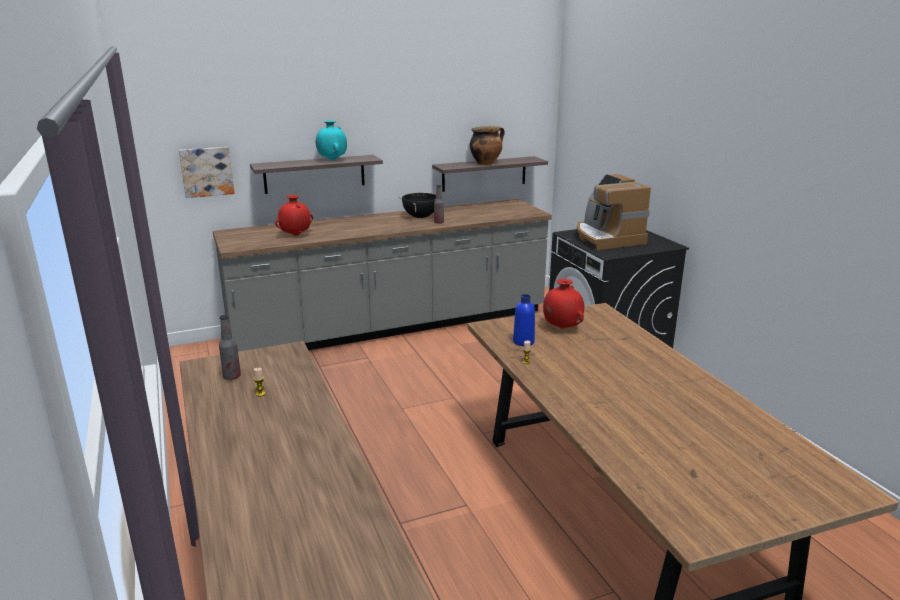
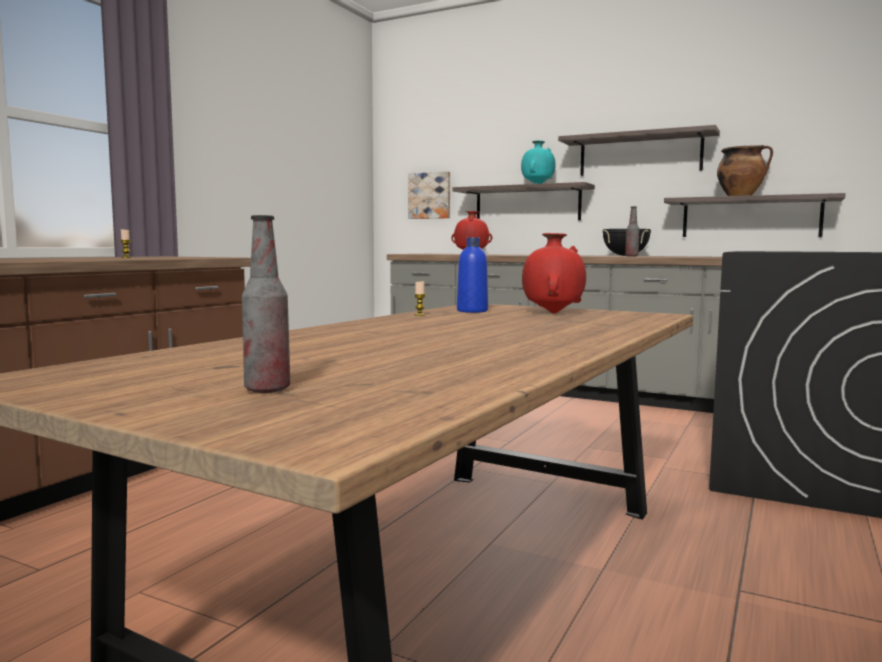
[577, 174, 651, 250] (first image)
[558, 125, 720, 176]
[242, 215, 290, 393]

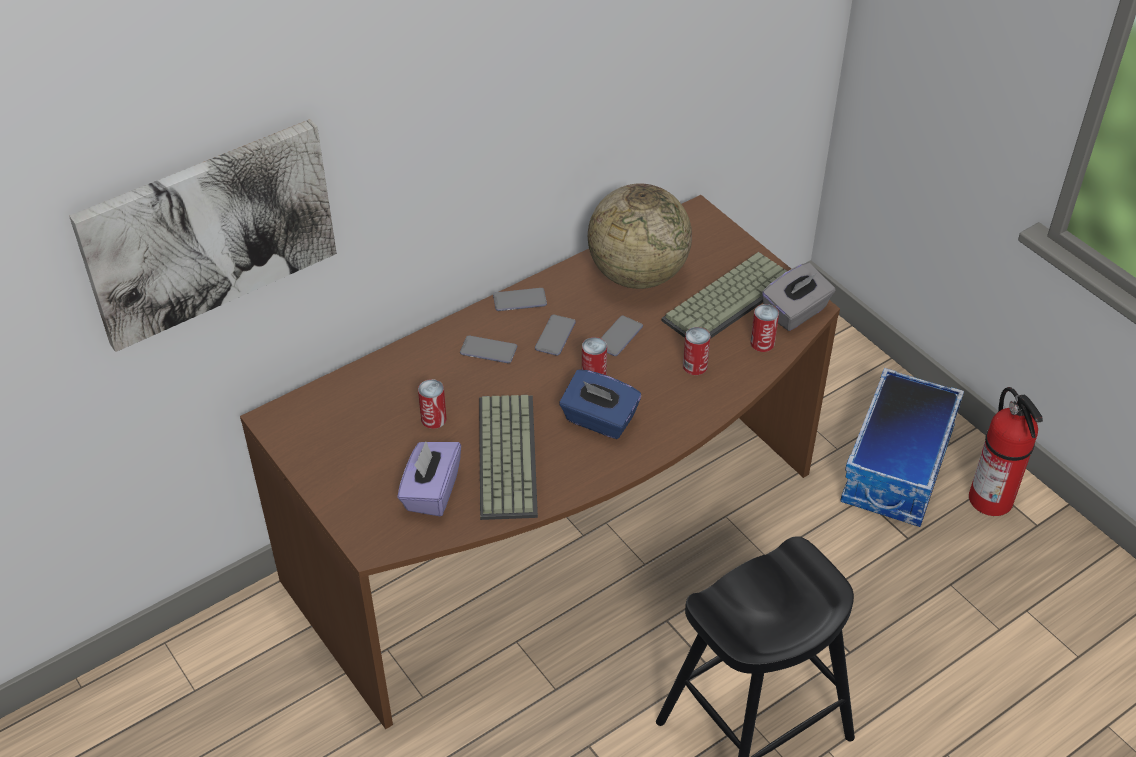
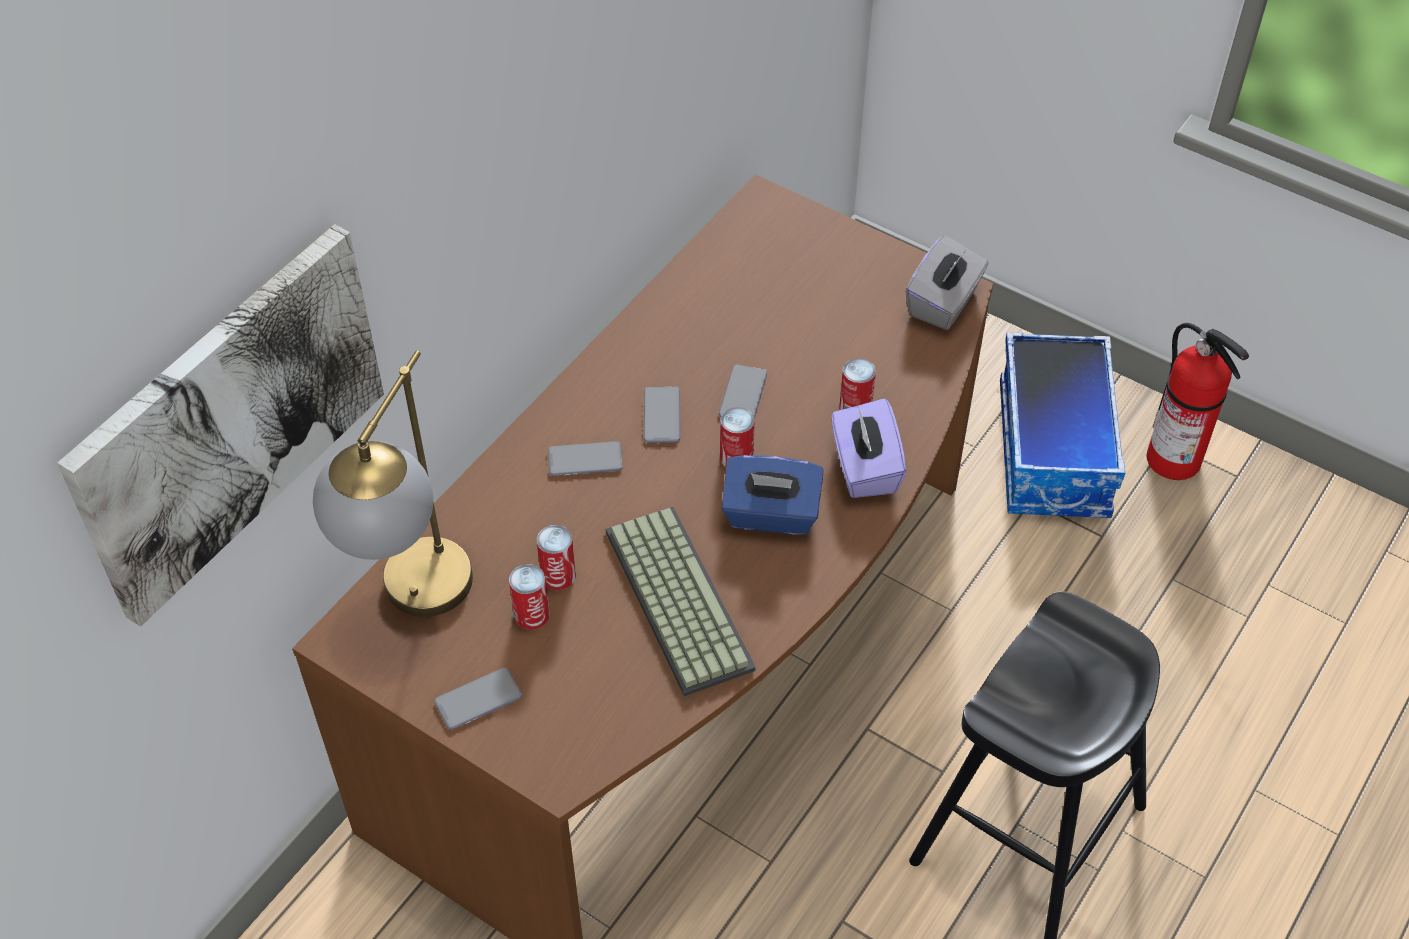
[588, 184, 692, 289] (first image)
[662, 252, 787, 339] (first image)
[313, 351, 473, 617]
[831, 398, 906, 498]
[434, 668, 522, 730]
[509, 564, 550, 630]

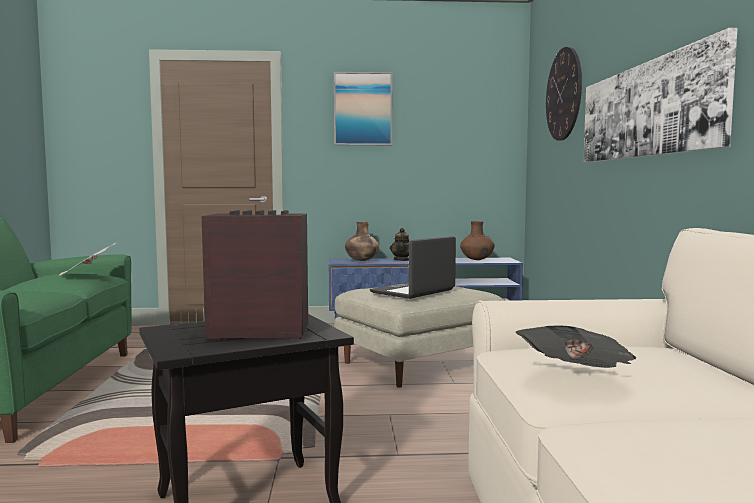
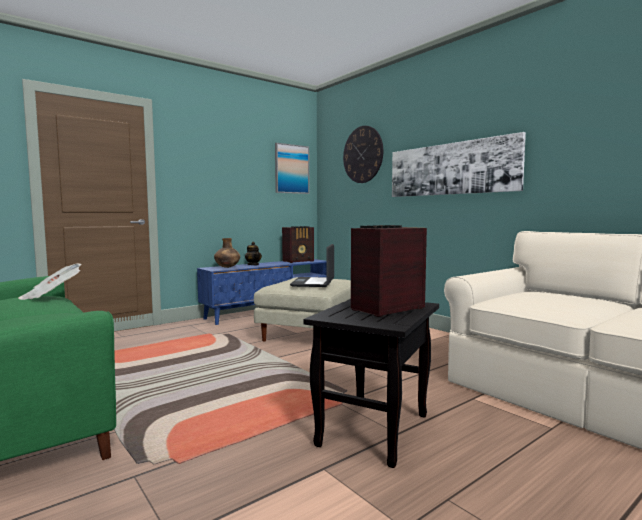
[516, 326, 636, 368] (first image)
[275, 143, 309, 194]
[282, 226, 314, 263]

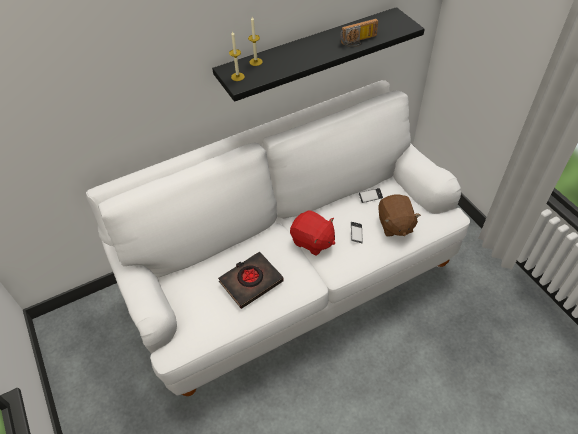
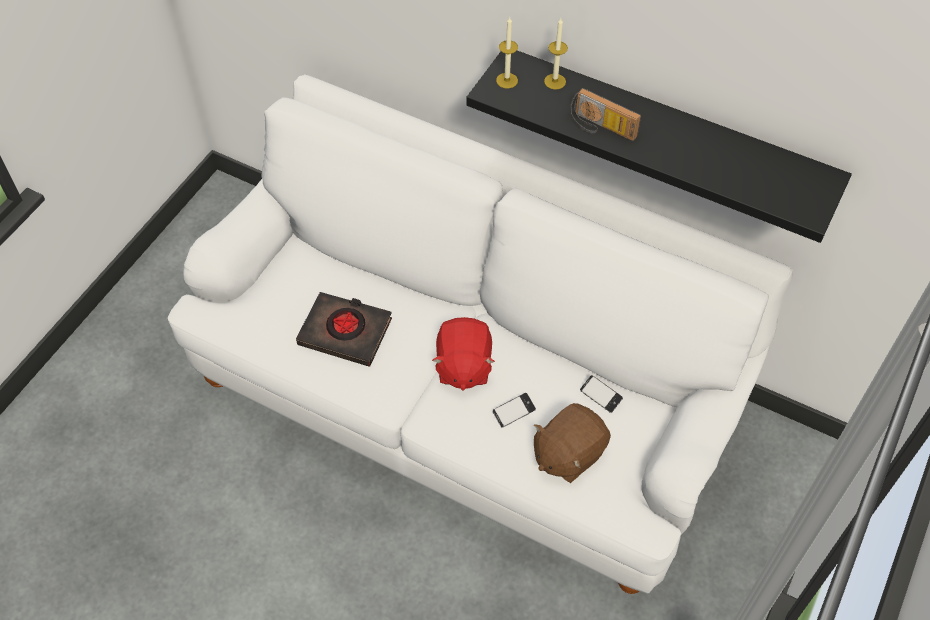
[570, 88, 641, 141]

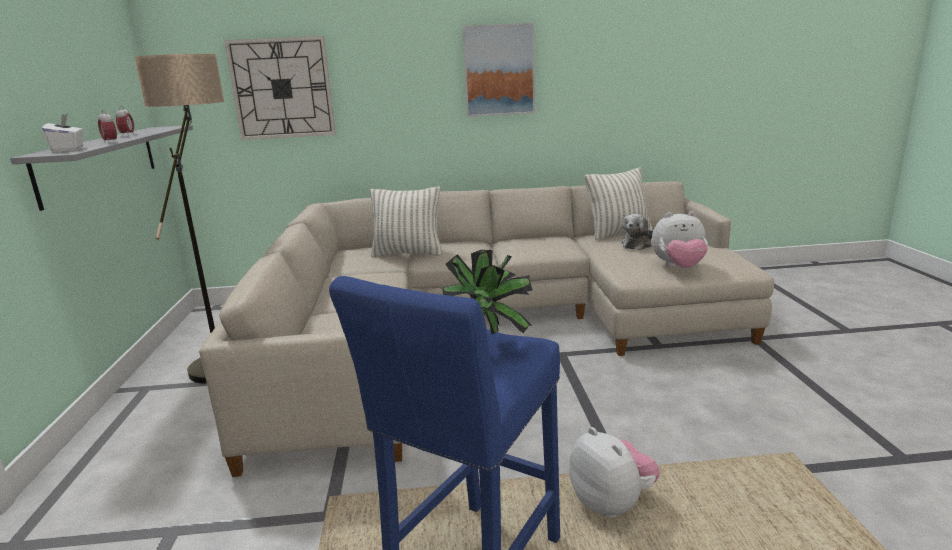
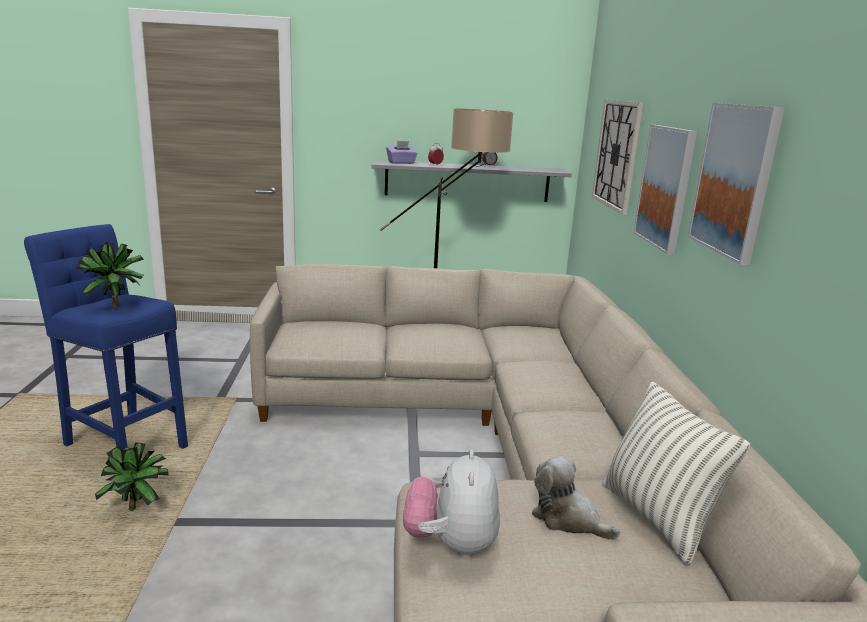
[370, 186, 442, 257] (first image)
[633, 125, 697, 255]
[95, 442, 169, 511]
[386, 141, 417, 164]

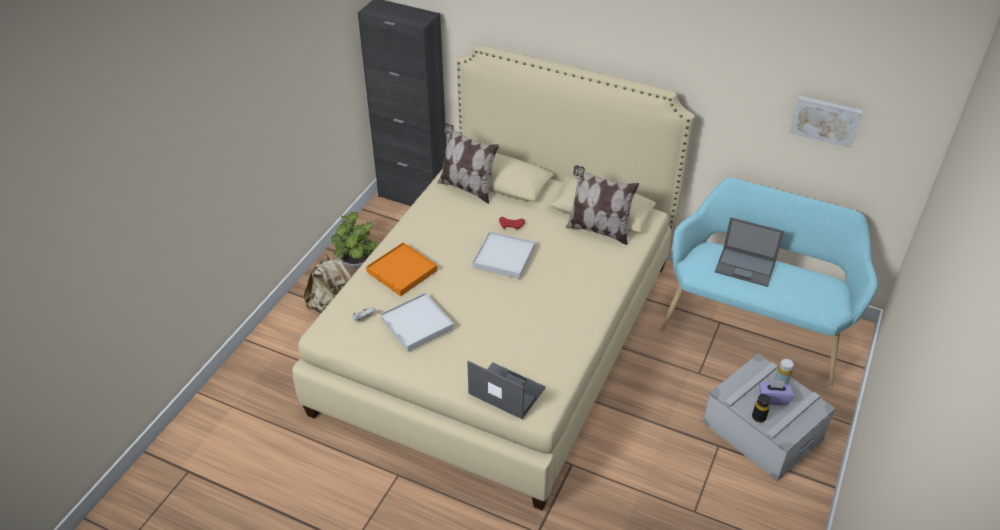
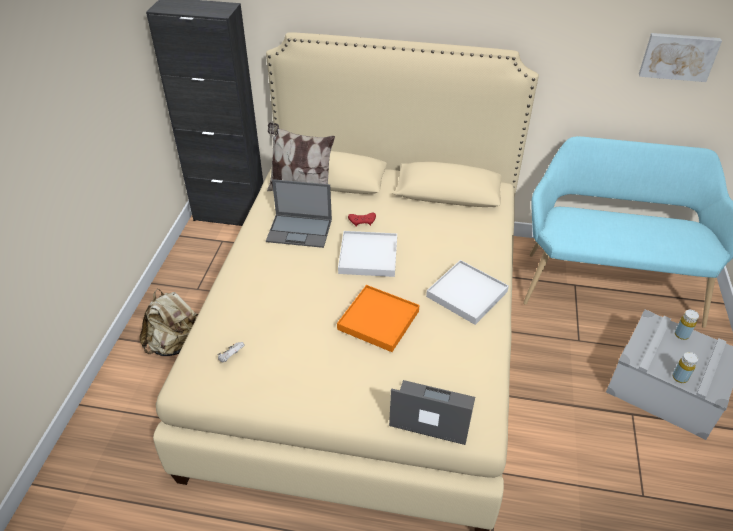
[331, 212, 380, 269] (first image)
[566, 165, 639, 245] (first image)
[759, 380, 794, 405] (first image)
[337, 285, 420, 352]
[426, 260, 509, 325]
[266, 179, 332, 248]
[672, 352, 698, 383]

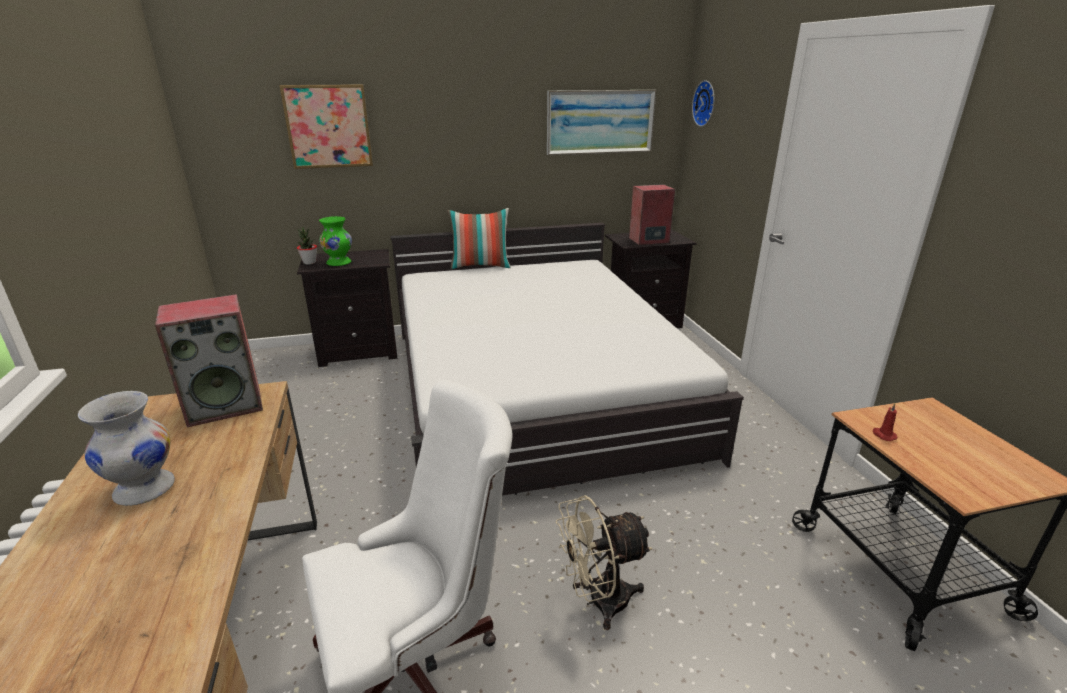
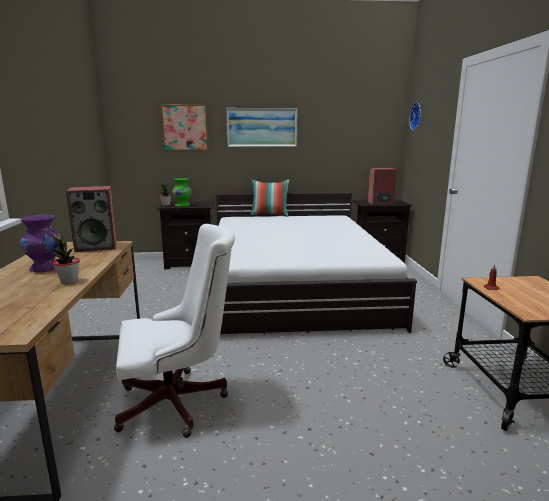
[556, 495, 652, 630] (first image)
[52, 235, 80, 284]
[226, 108, 298, 147]
[20, 215, 61, 272]

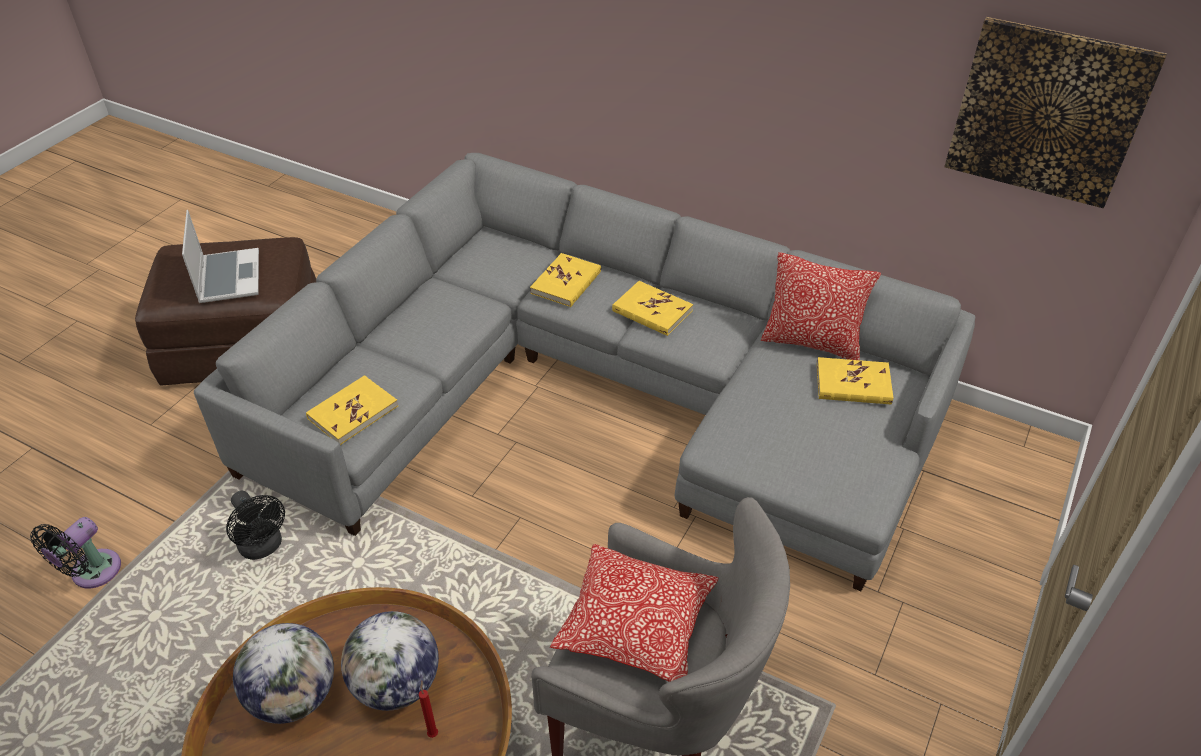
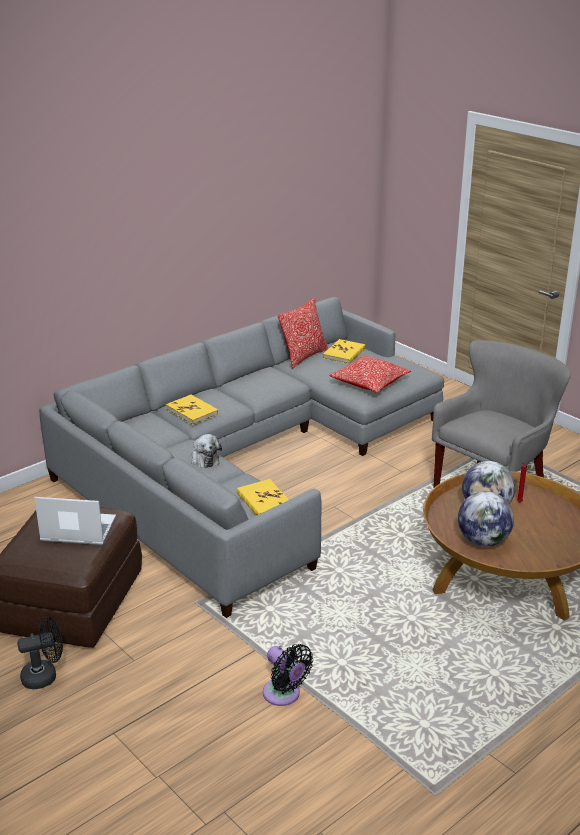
[612, 281, 693, 336] (first image)
[944, 17, 1167, 208] (first image)
[191, 434, 222, 468]
[17, 616, 63, 689]
[330, 355, 411, 393]

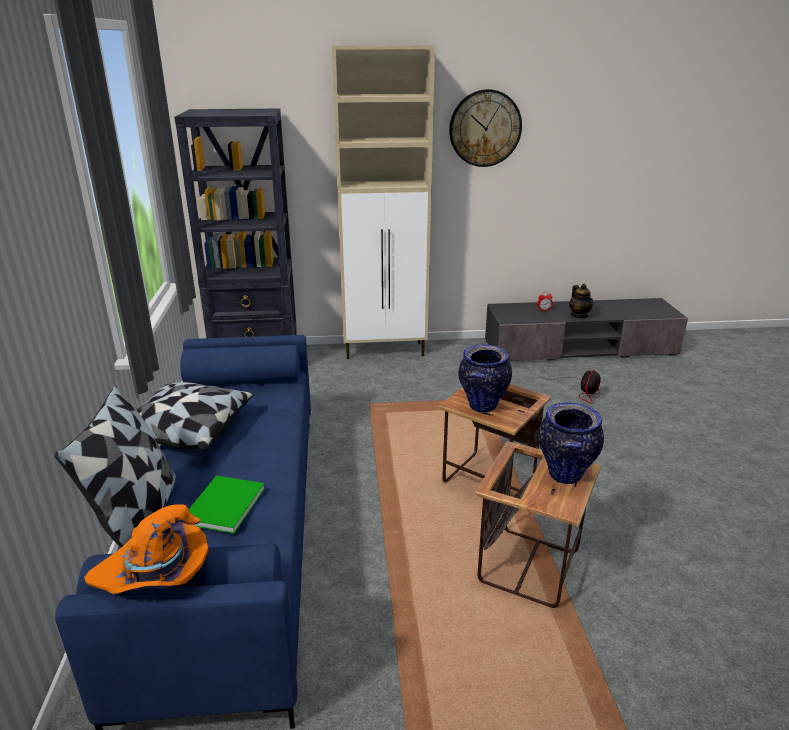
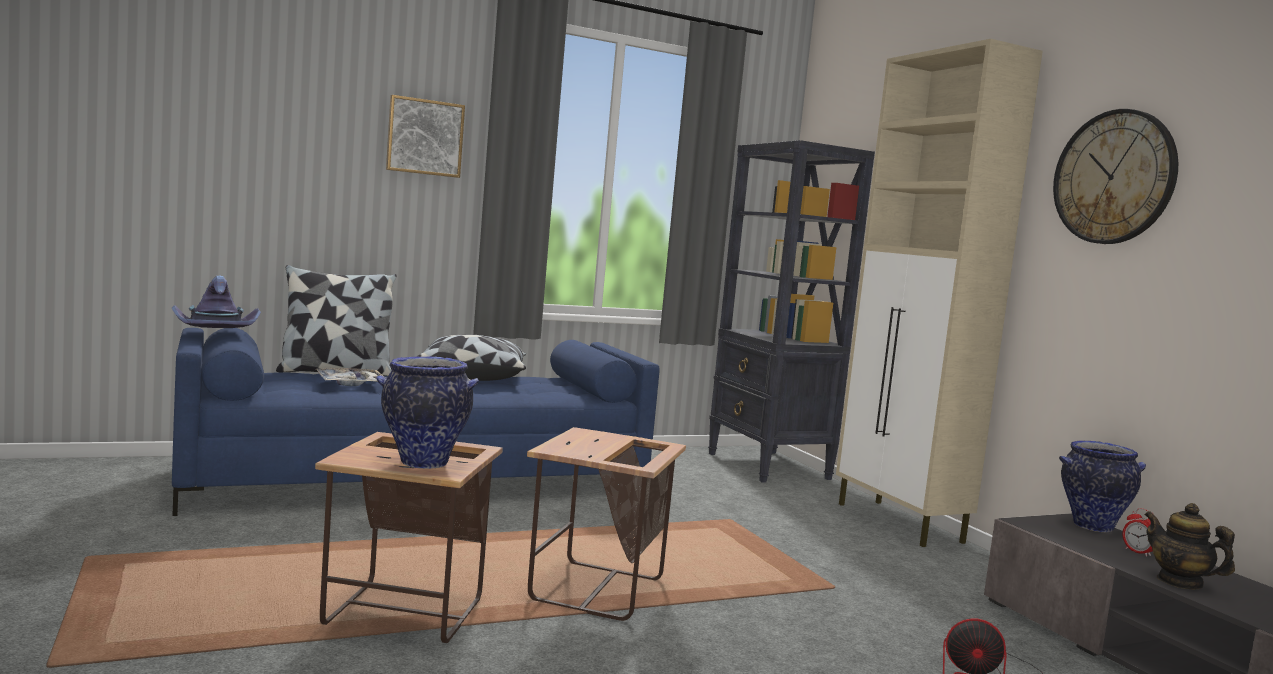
[386, 95, 465, 178]
[1059, 441, 1146, 532]
[315, 368, 383, 386]
[172, 275, 261, 328]
[1144, 503, 1235, 589]

